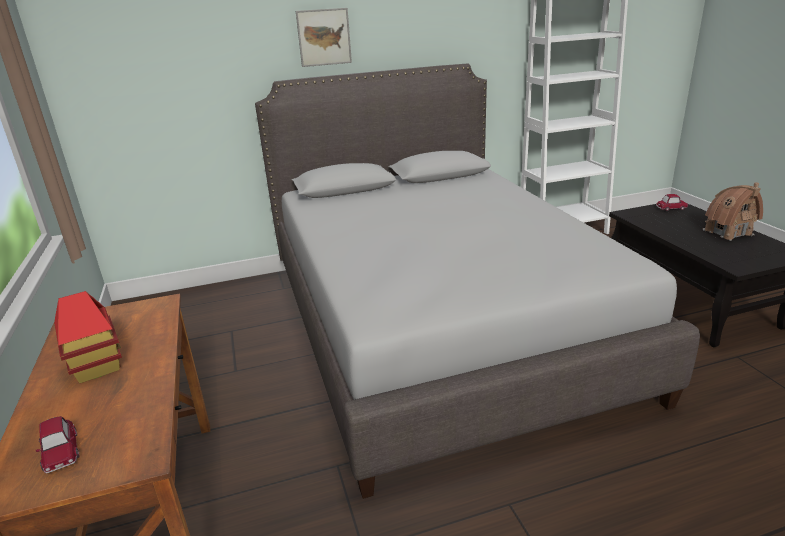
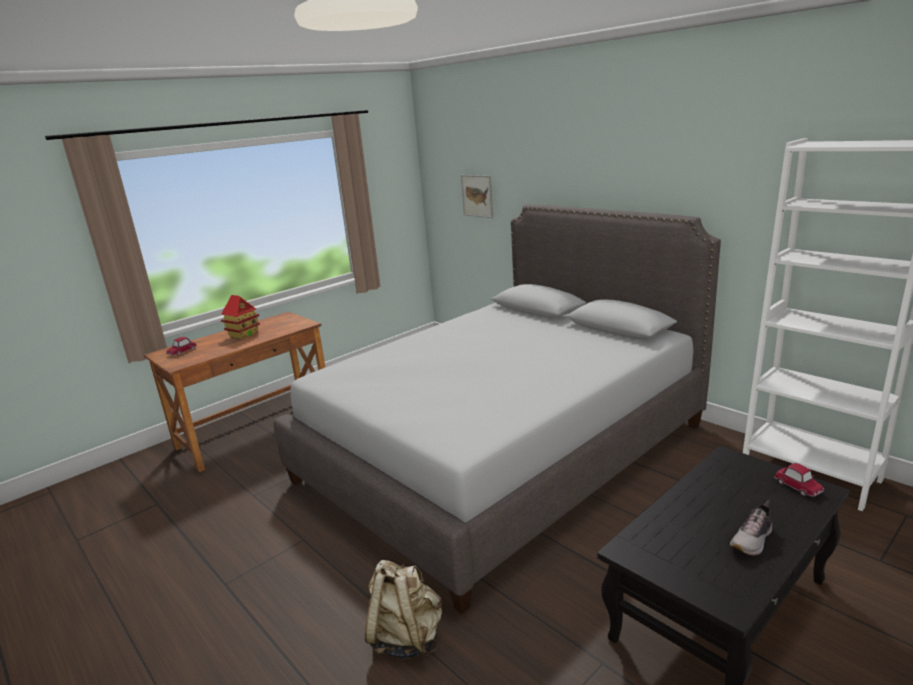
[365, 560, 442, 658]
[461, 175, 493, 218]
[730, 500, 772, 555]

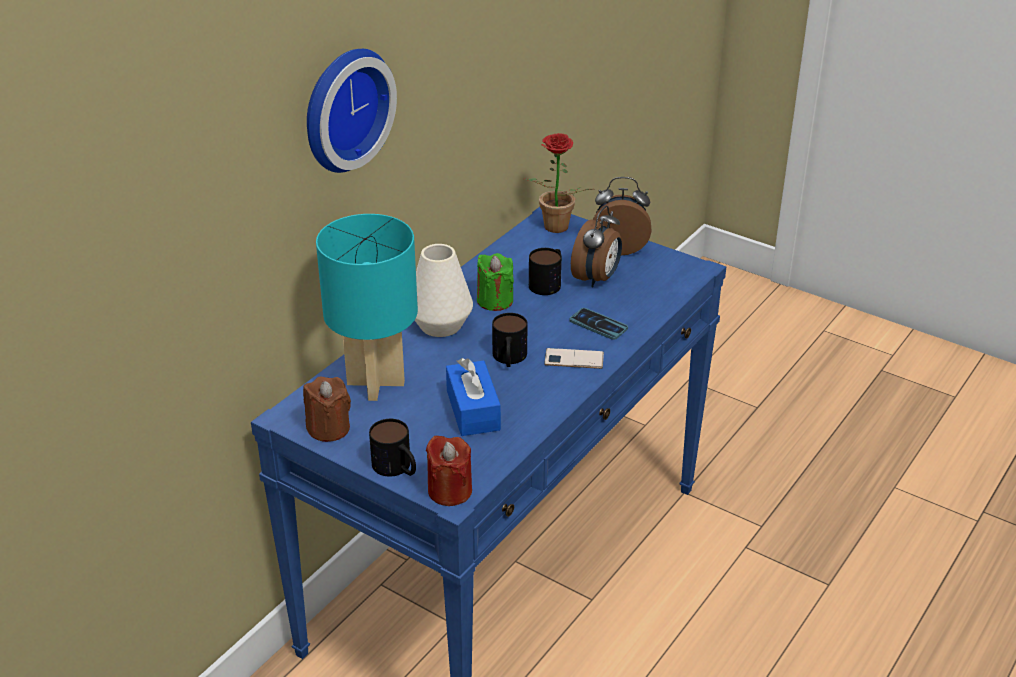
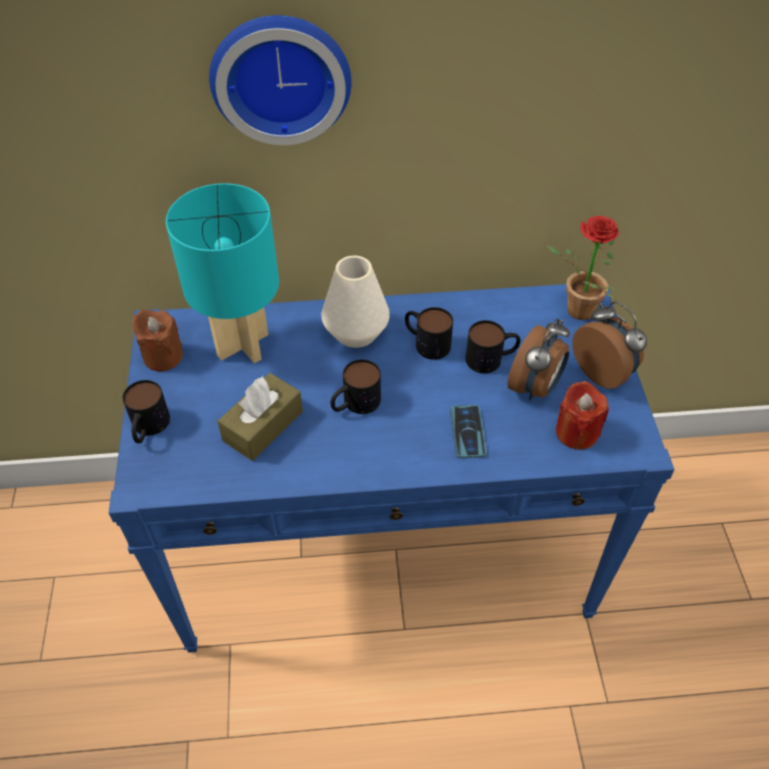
[544, 348, 604, 369] (first image)
[556, 381, 609, 450]
[405, 307, 453, 360]
[218, 373, 303, 461]
[507, 319, 570, 401]

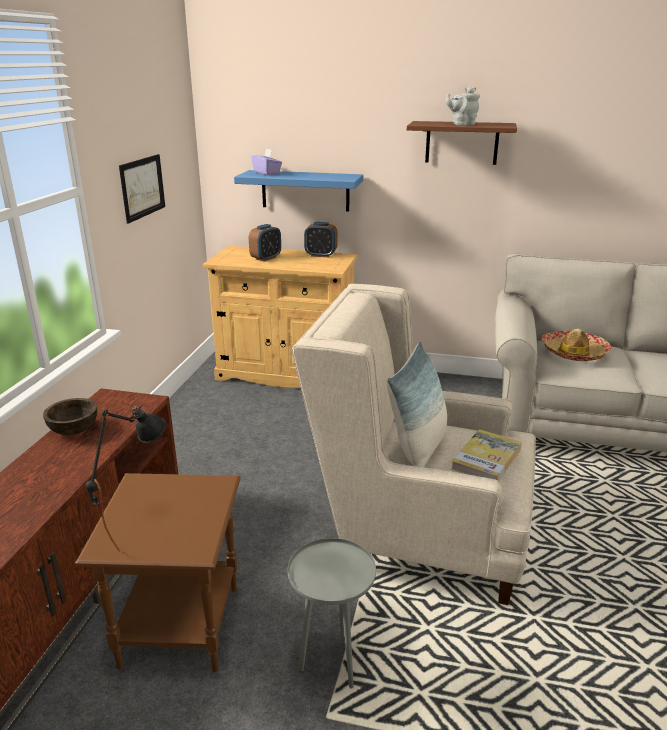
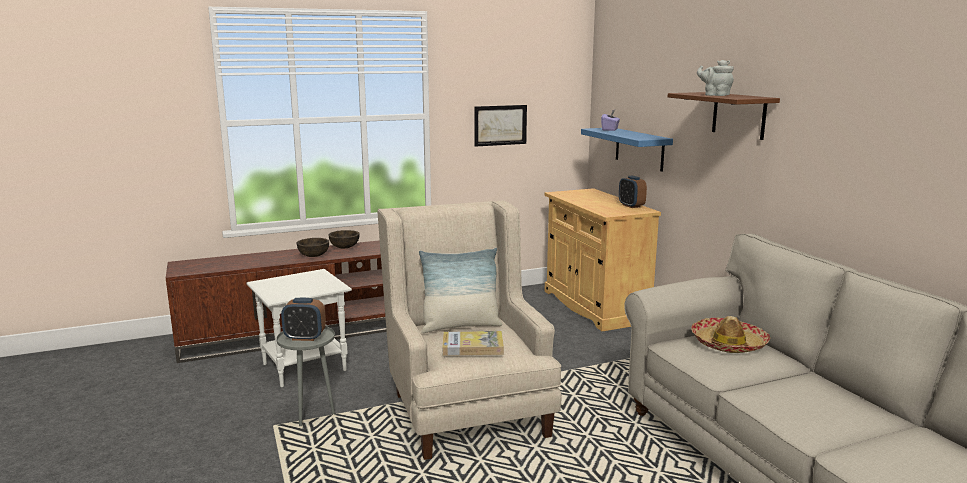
[86, 404, 166, 552] (first image)
[297, 238, 329, 257]
[281, 298, 326, 341]
[246, 269, 352, 387]

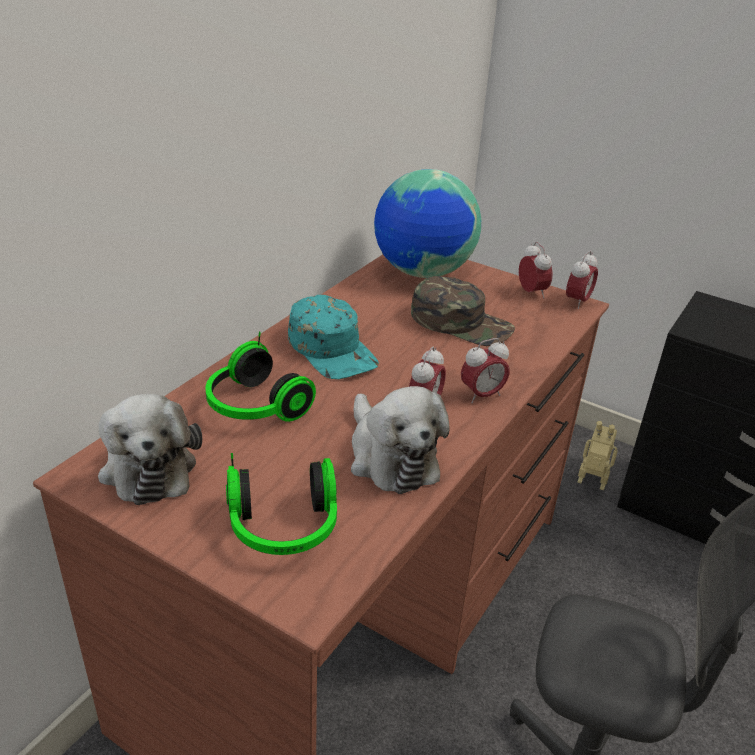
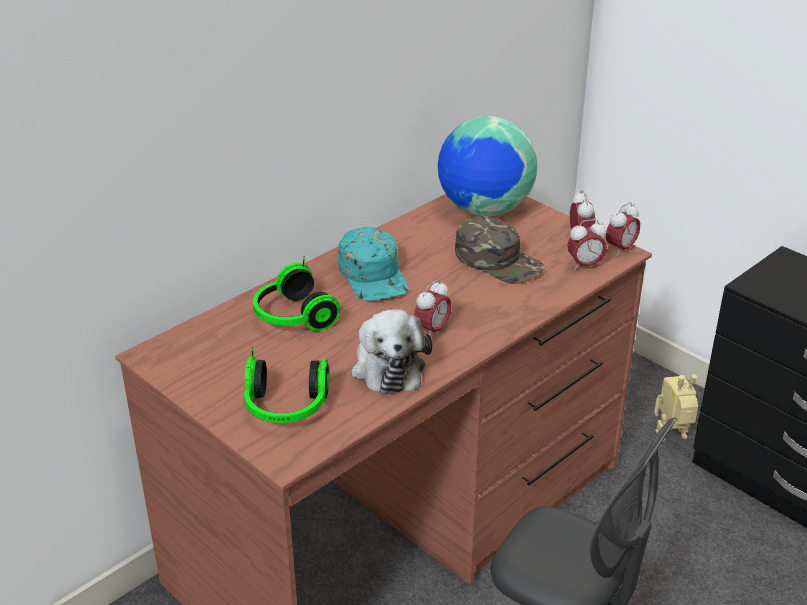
[98, 394, 202, 505] (first image)
[567, 219, 607, 270]
[654, 374, 698, 441]

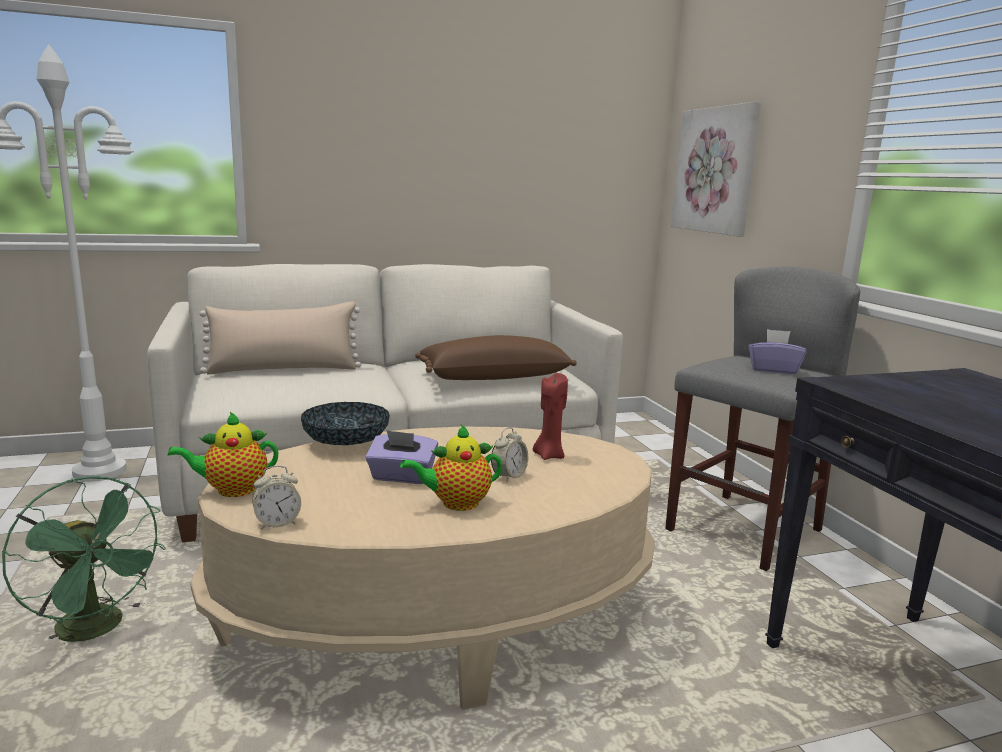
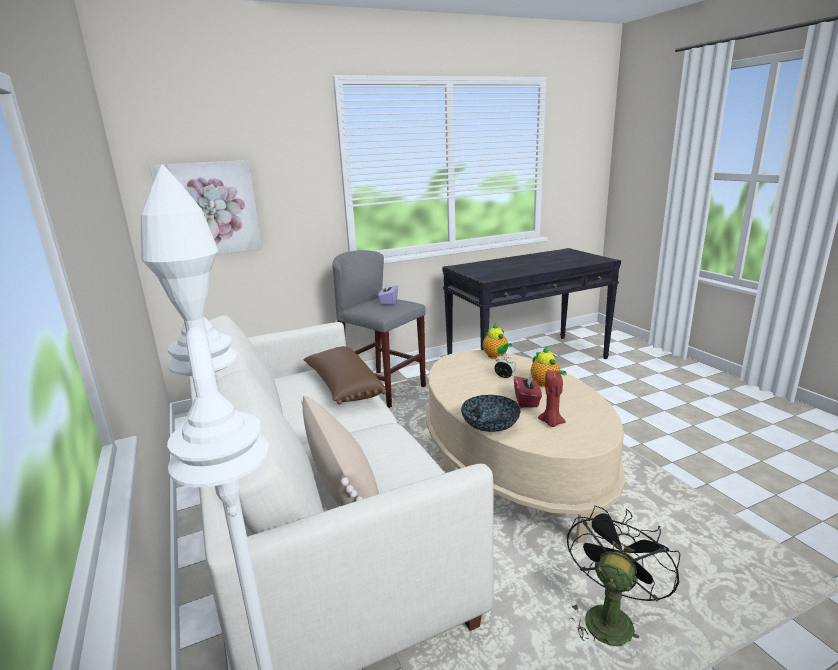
[253, 466, 301, 529] (first image)
[483, 323, 512, 359]
[538, 370, 566, 427]
[567, 506, 680, 646]
[514, 374, 542, 408]

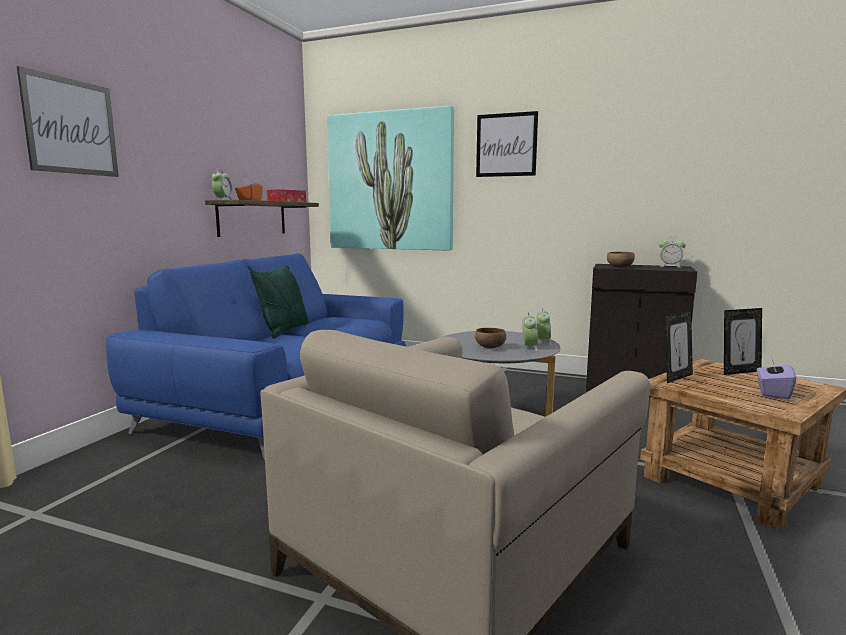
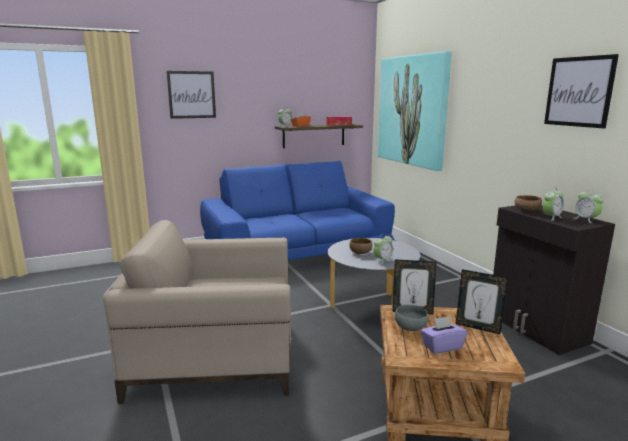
[250, 265, 309, 339] (first image)
[395, 305, 429, 331]
[544, 54, 619, 129]
[543, 187, 564, 221]

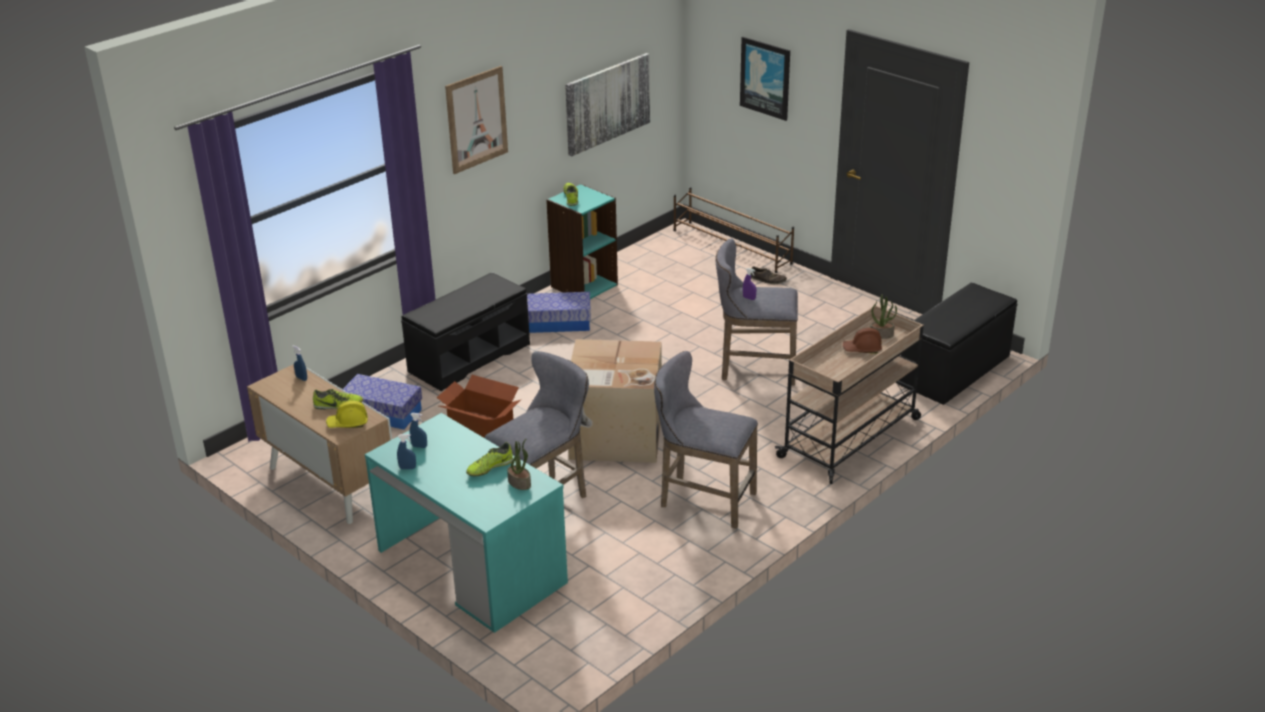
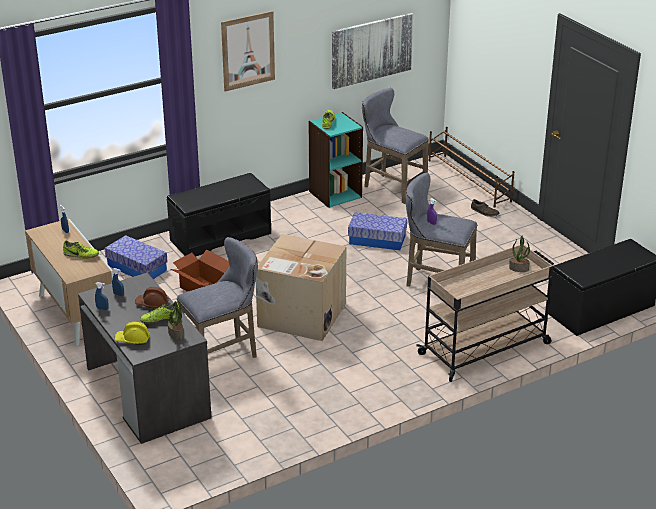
[740, 37, 790, 121] (first image)
[115, 322, 150, 345]
[348, 212, 407, 250]
[362, 88, 429, 204]
[135, 287, 169, 309]
[78, 273, 212, 444]

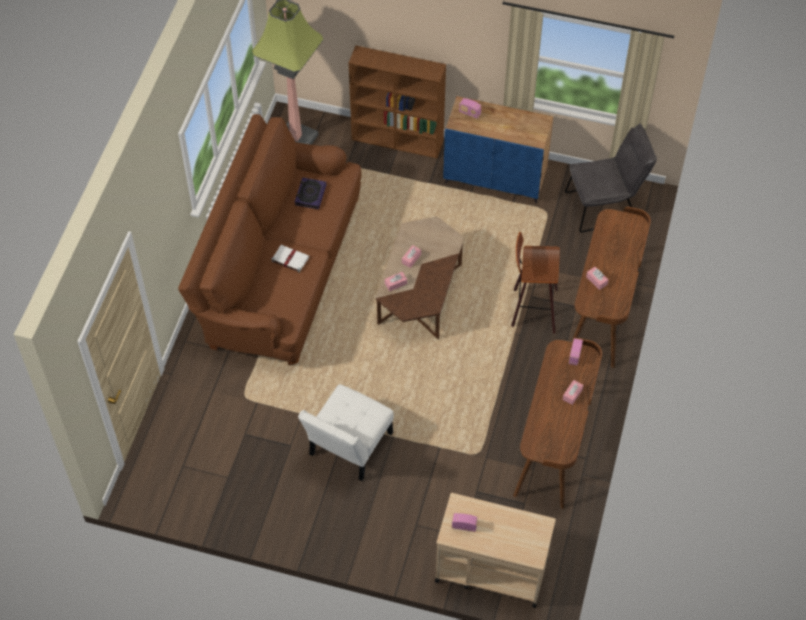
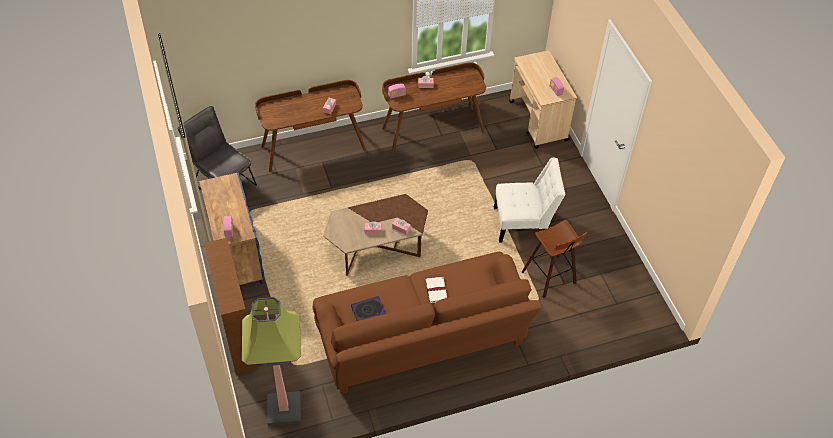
[522, 220, 587, 298]

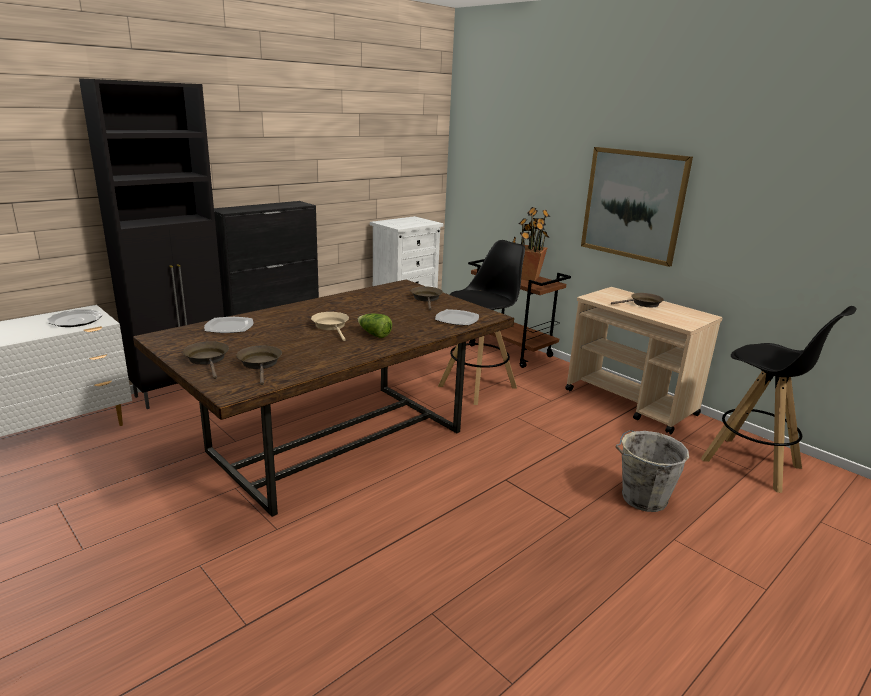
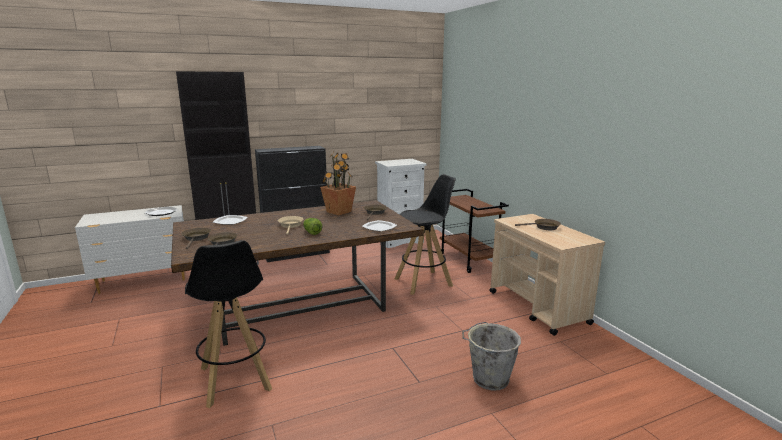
[581, 147, 693, 267] (first image)
[320, 151, 356, 215]
[185, 240, 272, 408]

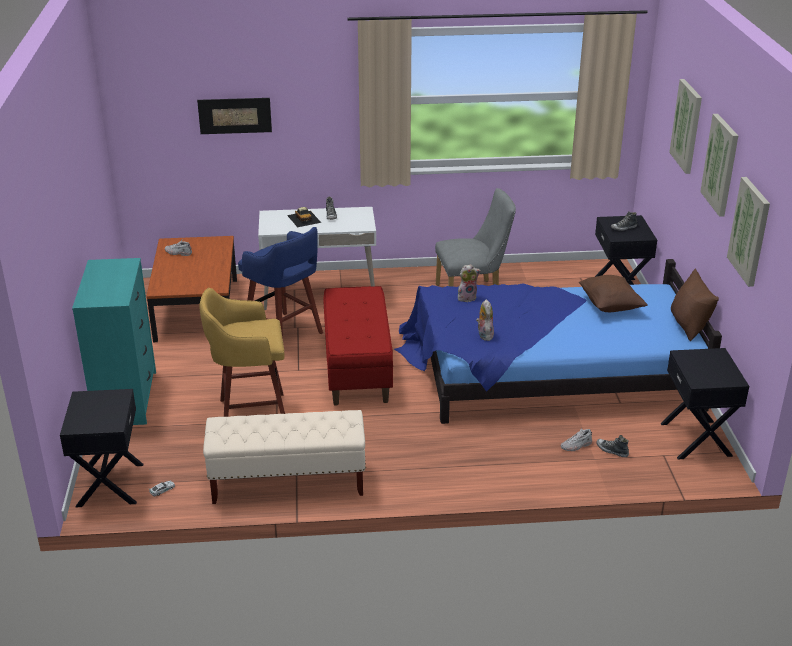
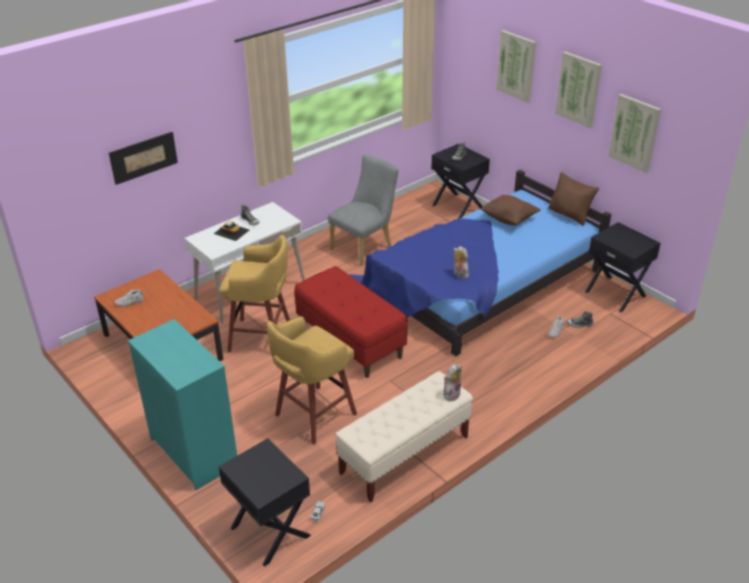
[444, 364, 462, 403]
[219, 235, 290, 352]

